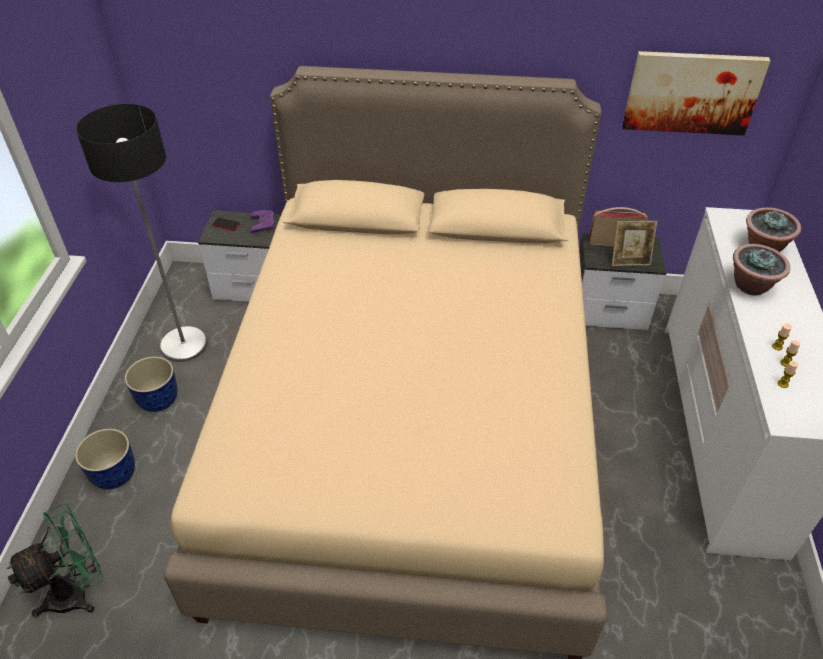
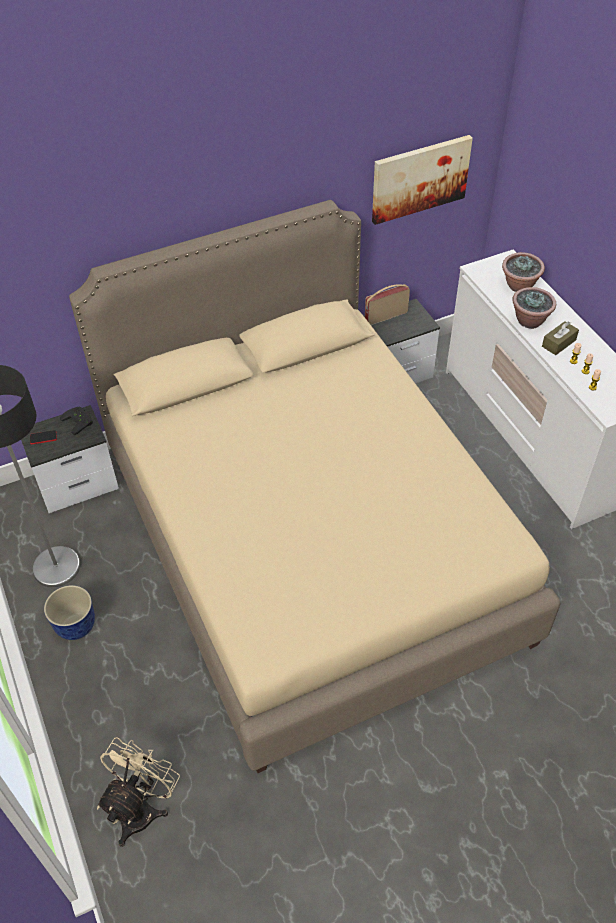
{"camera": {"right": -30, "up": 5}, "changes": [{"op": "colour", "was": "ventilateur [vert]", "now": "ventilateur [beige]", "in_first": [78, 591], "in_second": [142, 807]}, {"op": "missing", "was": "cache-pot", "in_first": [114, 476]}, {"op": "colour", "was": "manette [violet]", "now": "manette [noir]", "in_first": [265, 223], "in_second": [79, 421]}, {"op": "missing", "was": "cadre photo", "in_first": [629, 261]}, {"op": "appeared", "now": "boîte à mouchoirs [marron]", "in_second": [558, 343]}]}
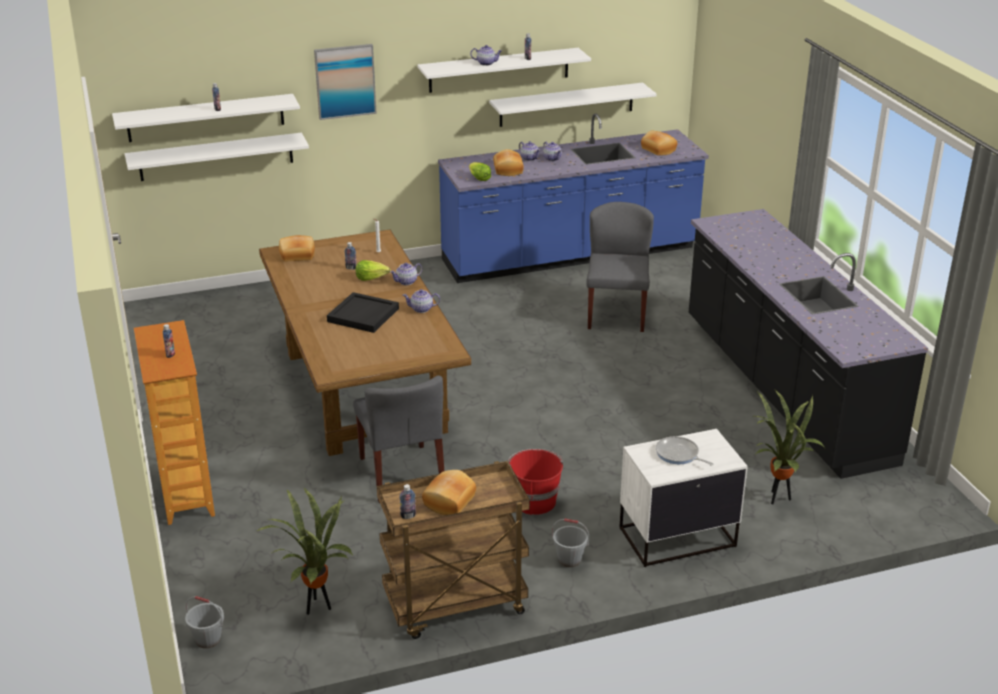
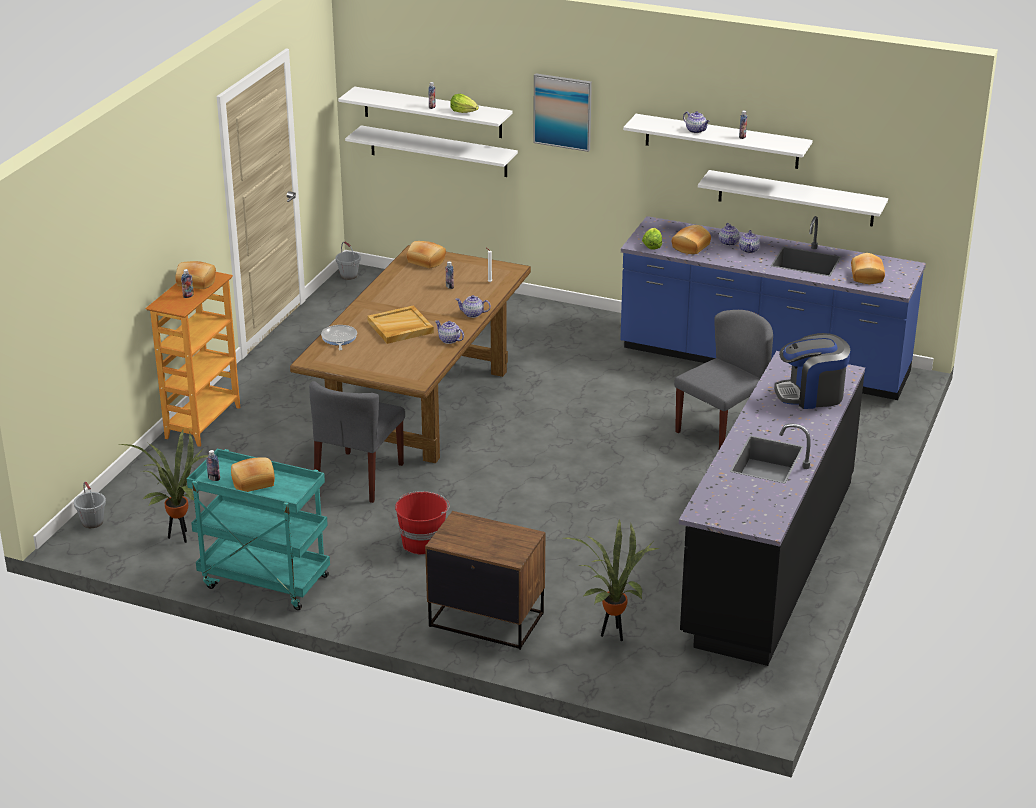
{"camera": {"right": 40, "up": 0}, "changes": [{"op": "colour", "was": "plateau [noir]", "now": "plateau [beige]", "in_first": [363, 315], "in_second": [400, 327]}, {"op": "relocated", "was": "laitue", "in_first": [371, 278], "in_second": [464, 112]}, {"op": "colour", "was": "chariot [marron]", "now": "chariot [turquoise]", "in_first": [454, 606], "in_second": [263, 582]}, {"op": "relocated", "was": "seau [gris]", "in_first": [569, 559], "in_second": [348, 275]}, {"op": "colour", "was": "table de chevet [blanc]", "now": "table de chevet [marron]", "in_first": [676, 537], "in_second": [486, 619]}, {"op": "relocated", "was": "poêle", "in_first": [679, 454], "in_second": [339, 339]}, {"op": "appeared", "now": "pain", "in_second": [196, 283]}, {"op": "appeared", "now": "machine à café", "in_second": [811, 395]}]}
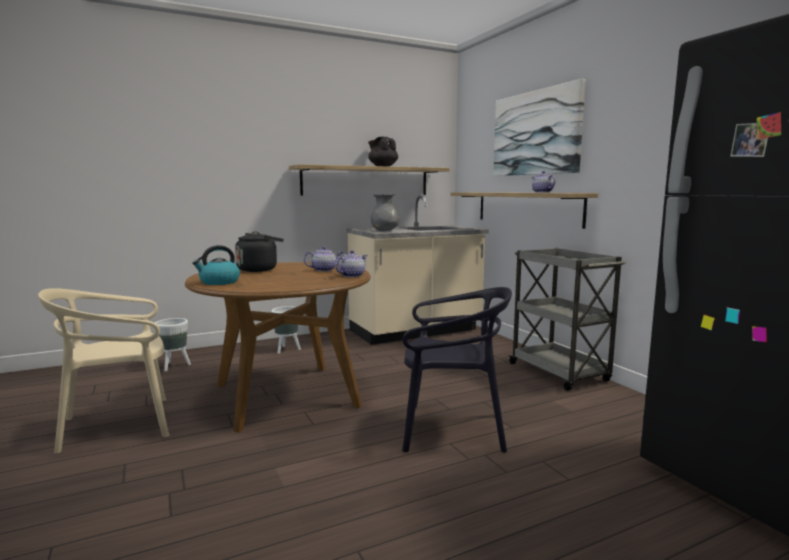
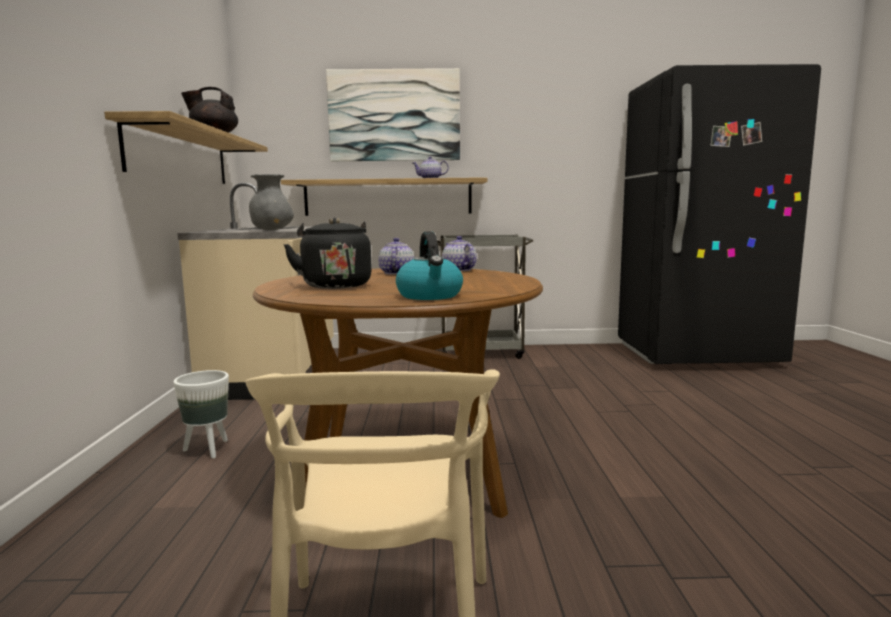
{"camera": {"right": -65, "up": 0}, "changes": [{"op": "missing", "was": "cache-pot [blanc]", "in_first": [174, 366]}, {"op": "missing", "was": "chaise [noir]", "in_first": [452, 430]}]}
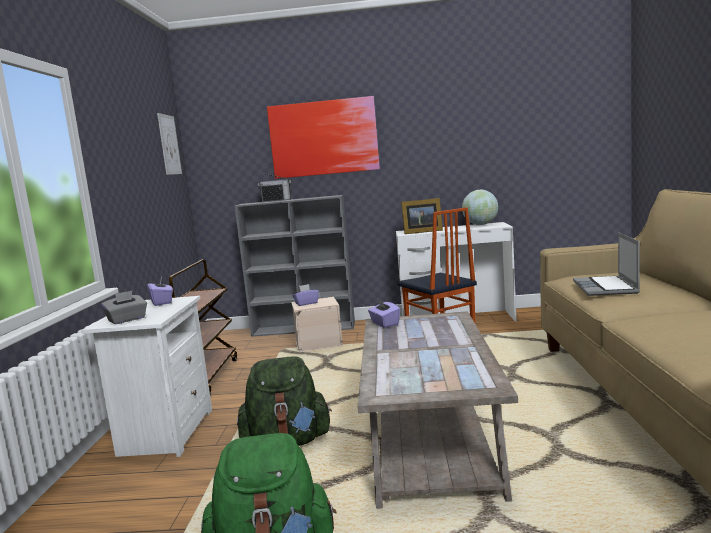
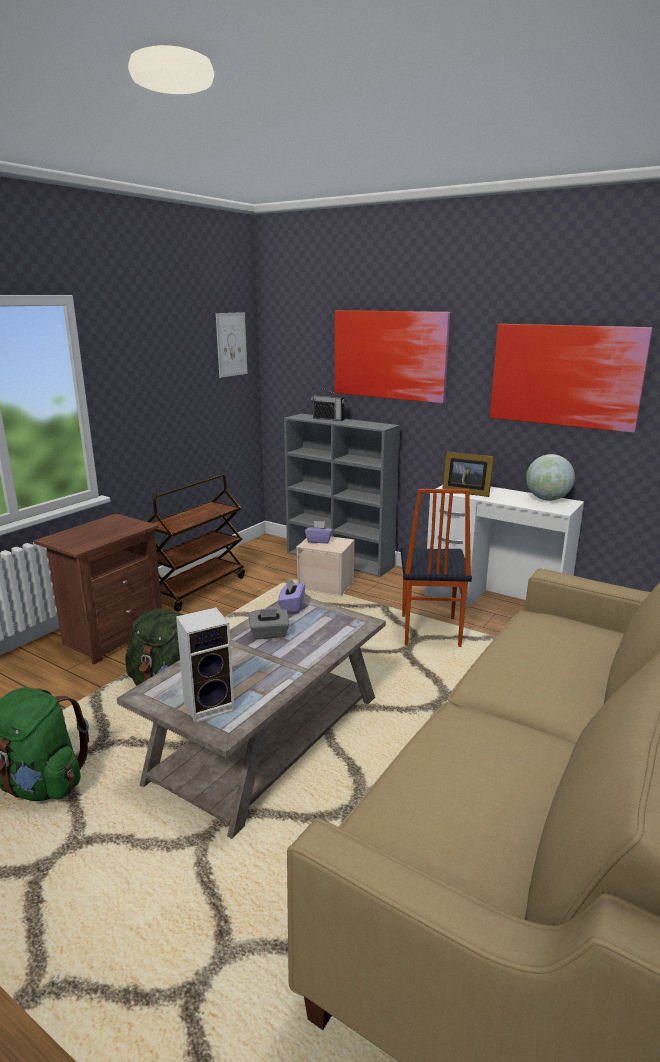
{"camera": {"right": 30, "up": 10}, "changes": [{"op": "colour", "was": "table de chevet [blanc]", "now": "table de chevet [marron]", "in_first": [165, 432], "in_second": [112, 636]}, {"op": "relocated", "was": "boîte à mouchoirs [gris]", "in_first": [127, 319], "in_second": [269, 634]}, {"op": "missing", "was": "boîte à mouchoirs [violet]", "in_first": [162, 302]}, {"op": "missing", "was": "ordinateur portable", "in_first": [606, 288]}, {"op": "appeared", "now": "enceinte", "in_second": [210, 705]}, {"op": "appeared", "now": "tableau", "in_second": [565, 375]}]}
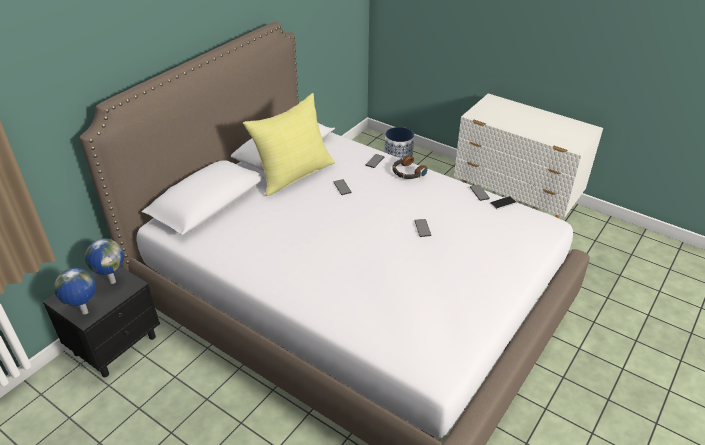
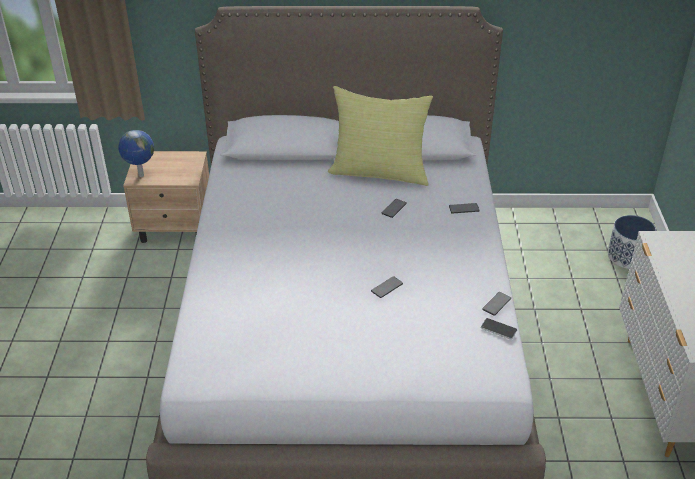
{"camera": {"right": 55, "up": 0}, "changes": [{"op": "colour", "was": "table de chevet [noir]", "now": "table de chevet [beige]", "in_first": [116, 344], "in_second": [176, 228]}, {"op": "missing", "was": "globe", "in_first": [112, 281]}, {"op": "missing", "was": "casque audio", "in_first": [408, 172]}]}
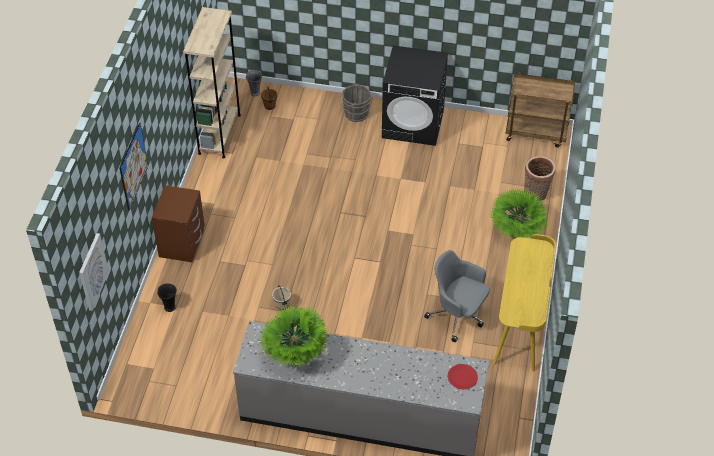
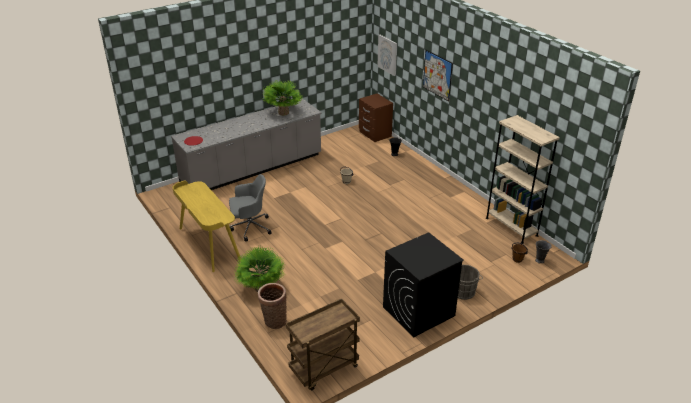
{"camera": {"right": 135, "up": -15}, "changes": [{"op": "relocated", "was": "table de chevet [marron]", "in_first": [182, 243], "in_second": [374, 134]}]}
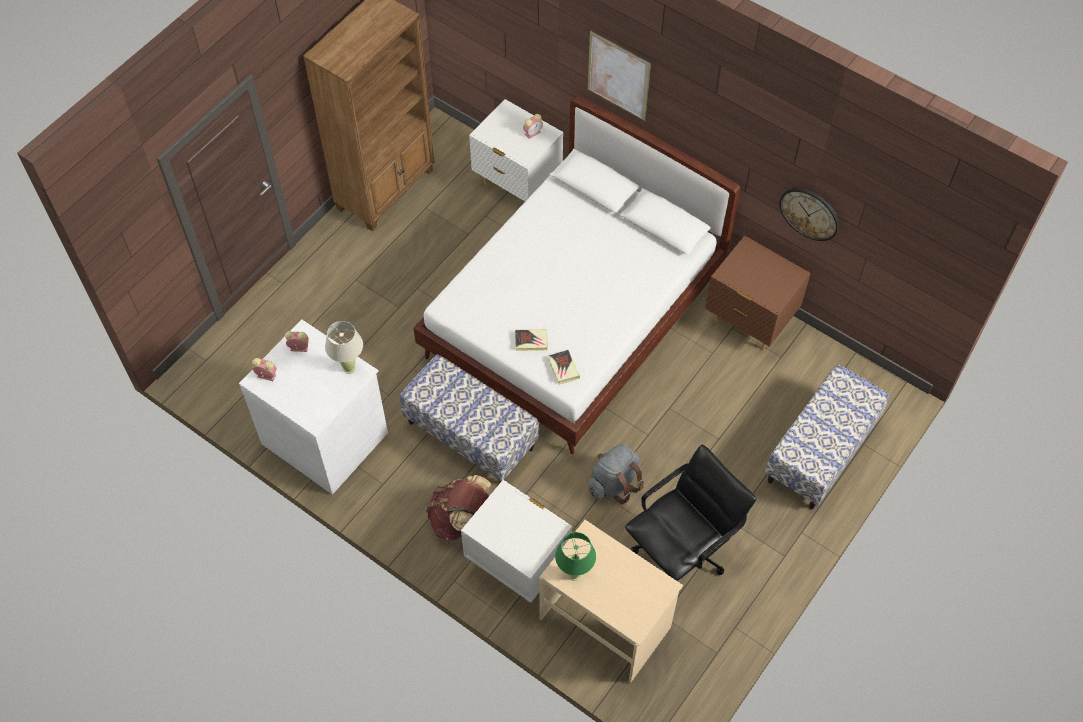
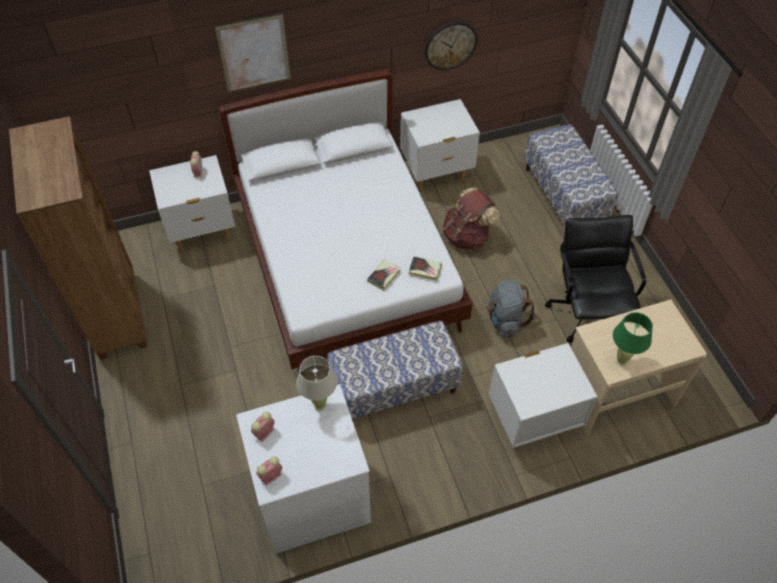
{"camera": {"right": -55, "up": -5}, "changes": [{"op": "relocated", "was": "sac à dos [marron]", "in_first": [460, 519], "in_second": [467, 236]}, {"op": "colour", "was": "table de chevet [marron]", "now": "table de chevet [blanc]", "in_first": [749, 322], "in_second": [436, 173]}]}
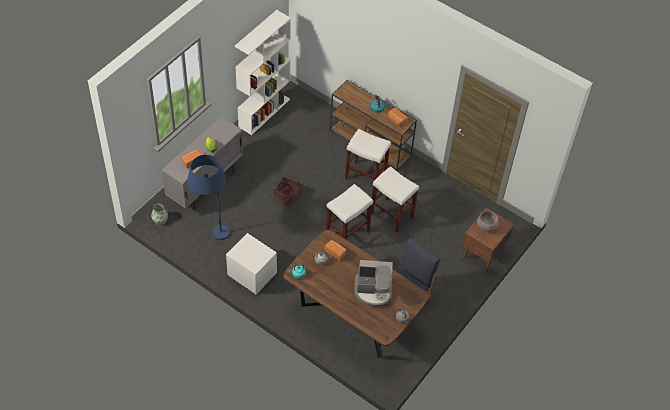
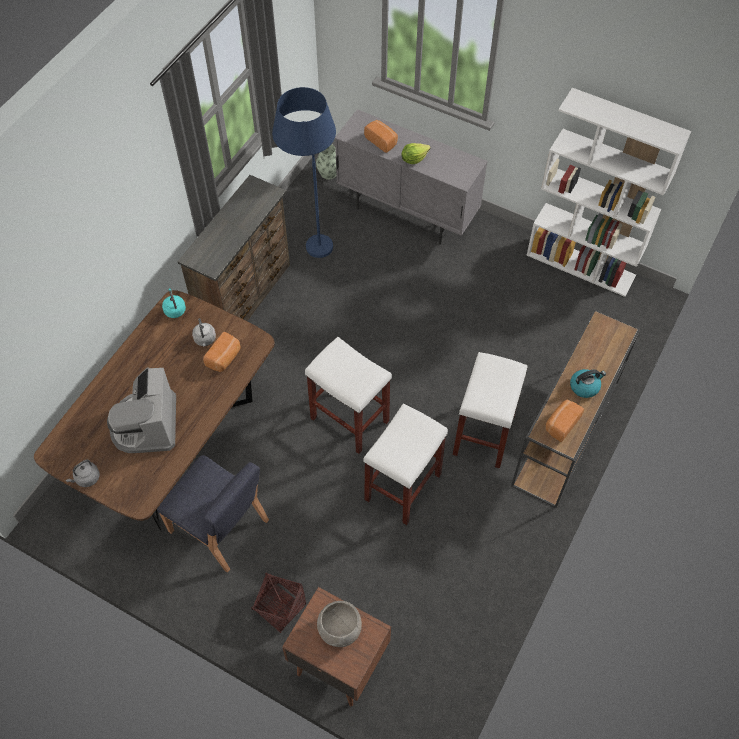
{"camera": {"right": 85, "up": 5}, "changes": [{"op": "exchanged", "was": "table de chevet [blanc]", "now": "commode [marron]", "in_first": [251, 274], "in_second": [247, 297]}, {"op": "relocated", "was": "panier", "in_first": [287, 196], "in_second": [279, 606]}]}
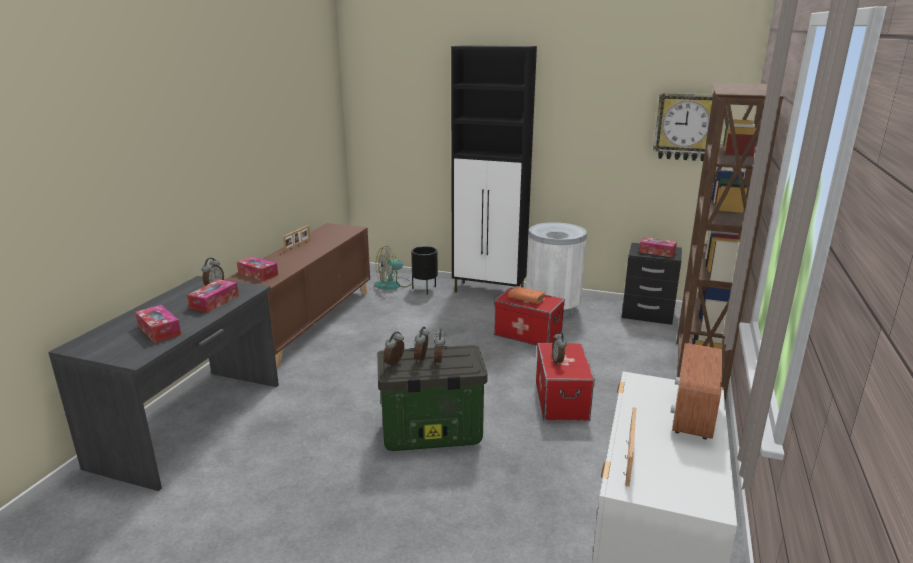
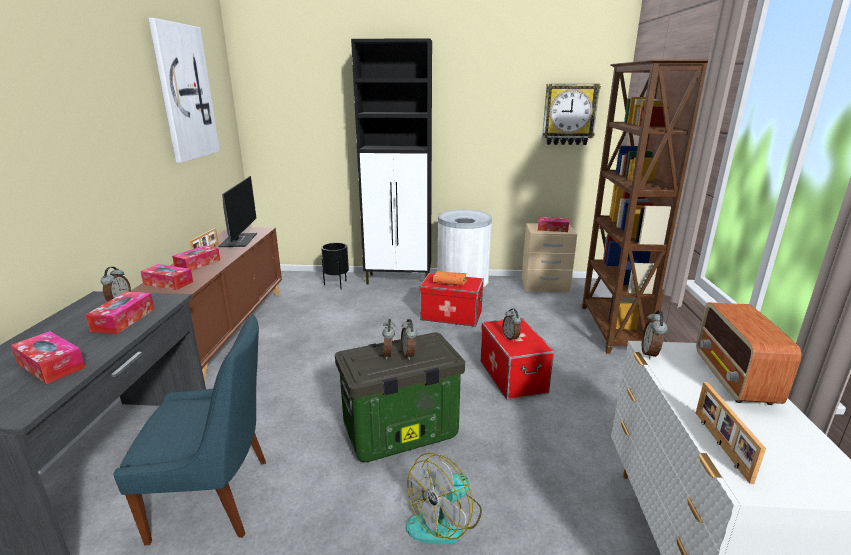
{"camera": {"right": -15, "up": 0}, "changes": [{"op": "relocated", "was": "ventilateur", "in_first": [393, 285], "in_second": [445, 520]}, {"op": "relocated", "was": "réveil", "in_first": [395, 364], "in_second": [650, 354]}, {"op": "colour", "was": "table de chevet [noir]", "now": "table de chevet [beige]", "in_first": [647, 314], "in_second": [544, 285]}, {"op": "appeared", "now": "chaise [bleu]", "in_second": [217, 498]}, {"op": "appeared", "now": "tableau", "in_second": [185, 93]}, {"op": "appeared", "now": "boîte à mouchoirs", "in_second": [198, 264]}, {"op": "appeared", "now": "écran d'ordinateur", "in_second": [238, 240]}]}
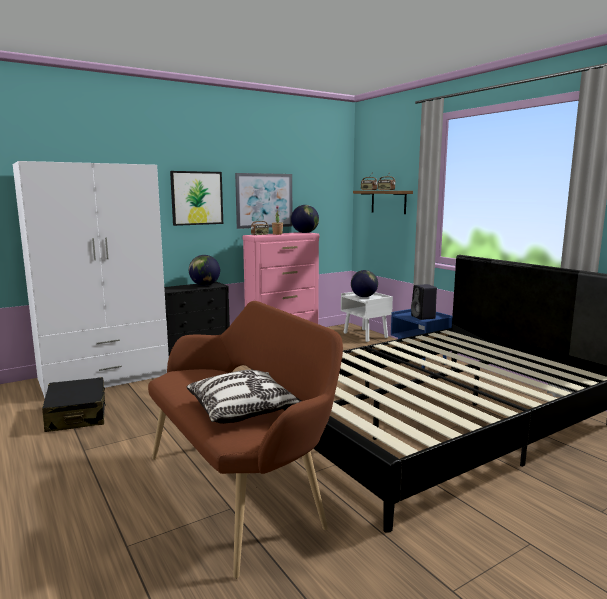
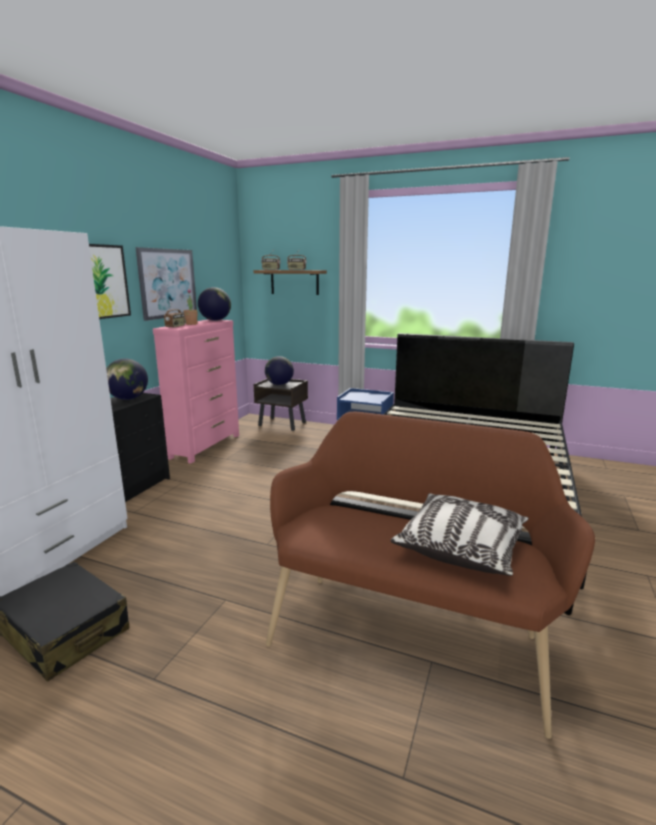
{"camera": {"right": -35, "up": 5}, "changes": [{"op": "colour", "was": "table de chevet [blanc]", "now": "table de chevet [marron]", "in_first": [366, 335], "in_second": [282, 424]}, {"op": "missing", "was": "enceinte [noir]", "in_first": [423, 317]}]}
